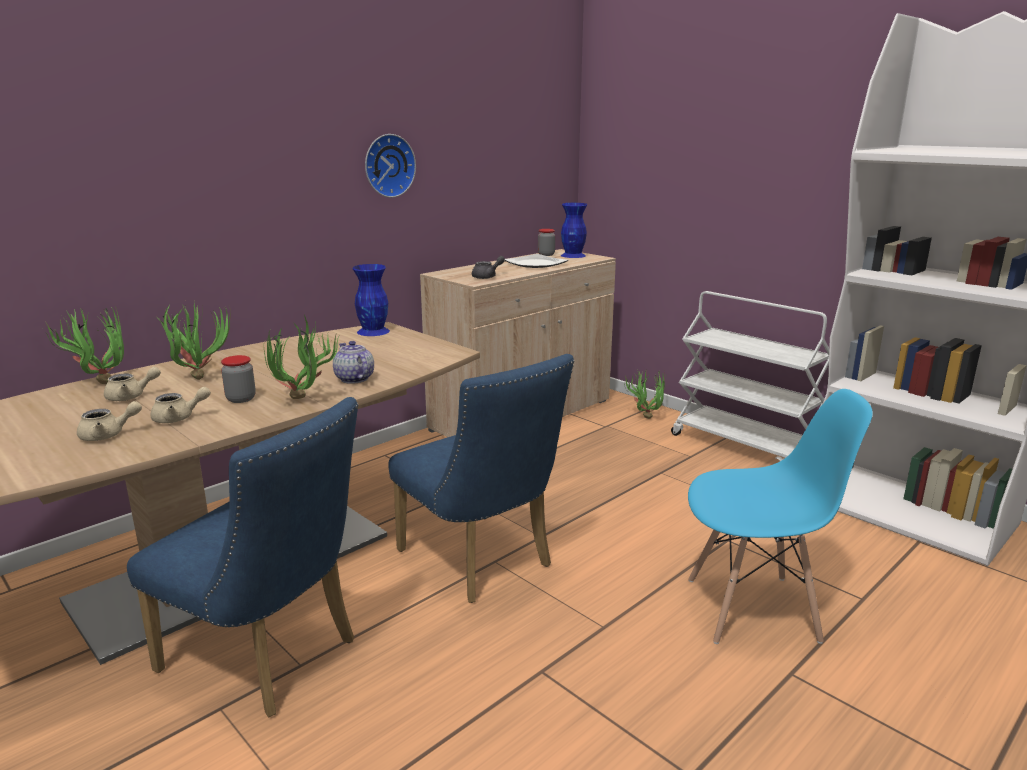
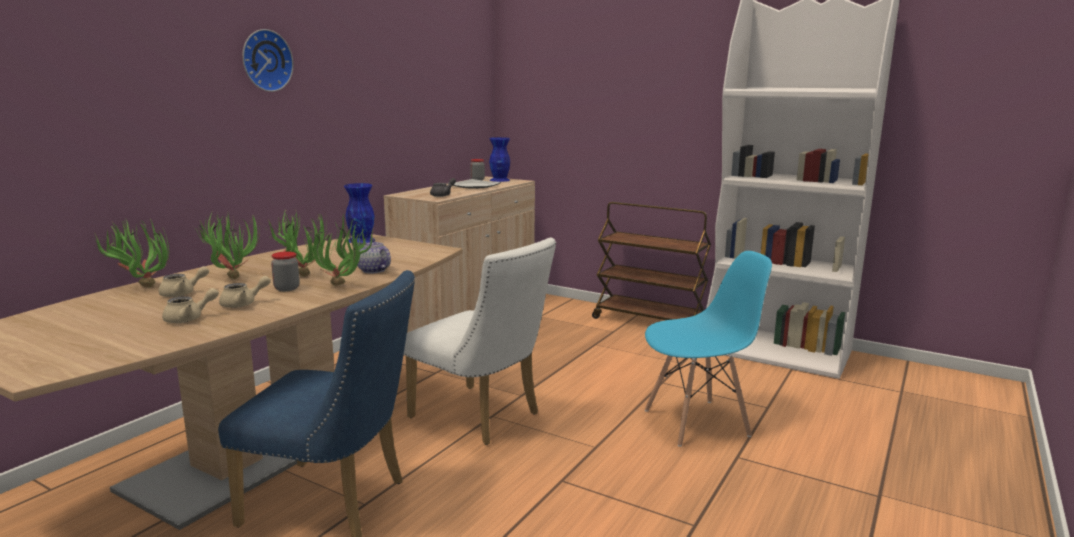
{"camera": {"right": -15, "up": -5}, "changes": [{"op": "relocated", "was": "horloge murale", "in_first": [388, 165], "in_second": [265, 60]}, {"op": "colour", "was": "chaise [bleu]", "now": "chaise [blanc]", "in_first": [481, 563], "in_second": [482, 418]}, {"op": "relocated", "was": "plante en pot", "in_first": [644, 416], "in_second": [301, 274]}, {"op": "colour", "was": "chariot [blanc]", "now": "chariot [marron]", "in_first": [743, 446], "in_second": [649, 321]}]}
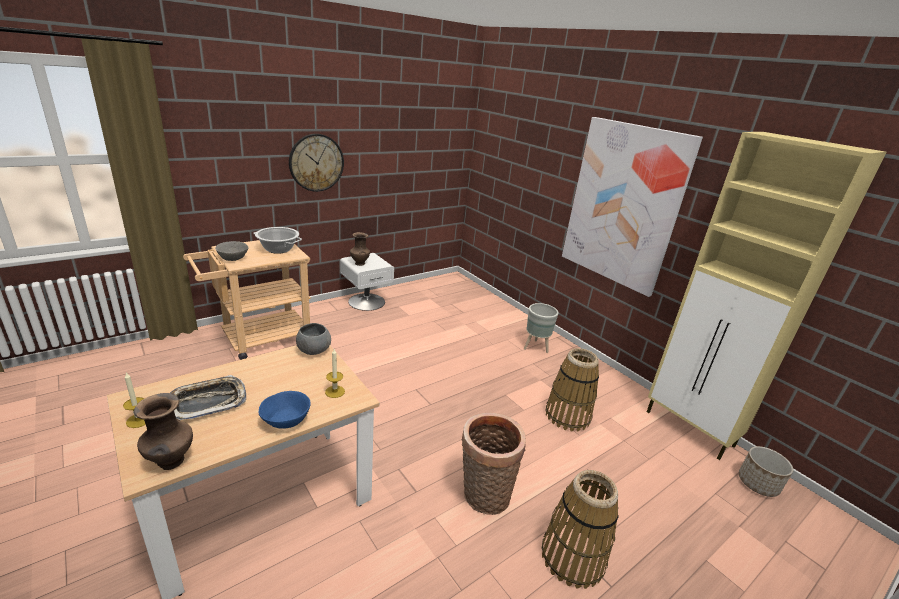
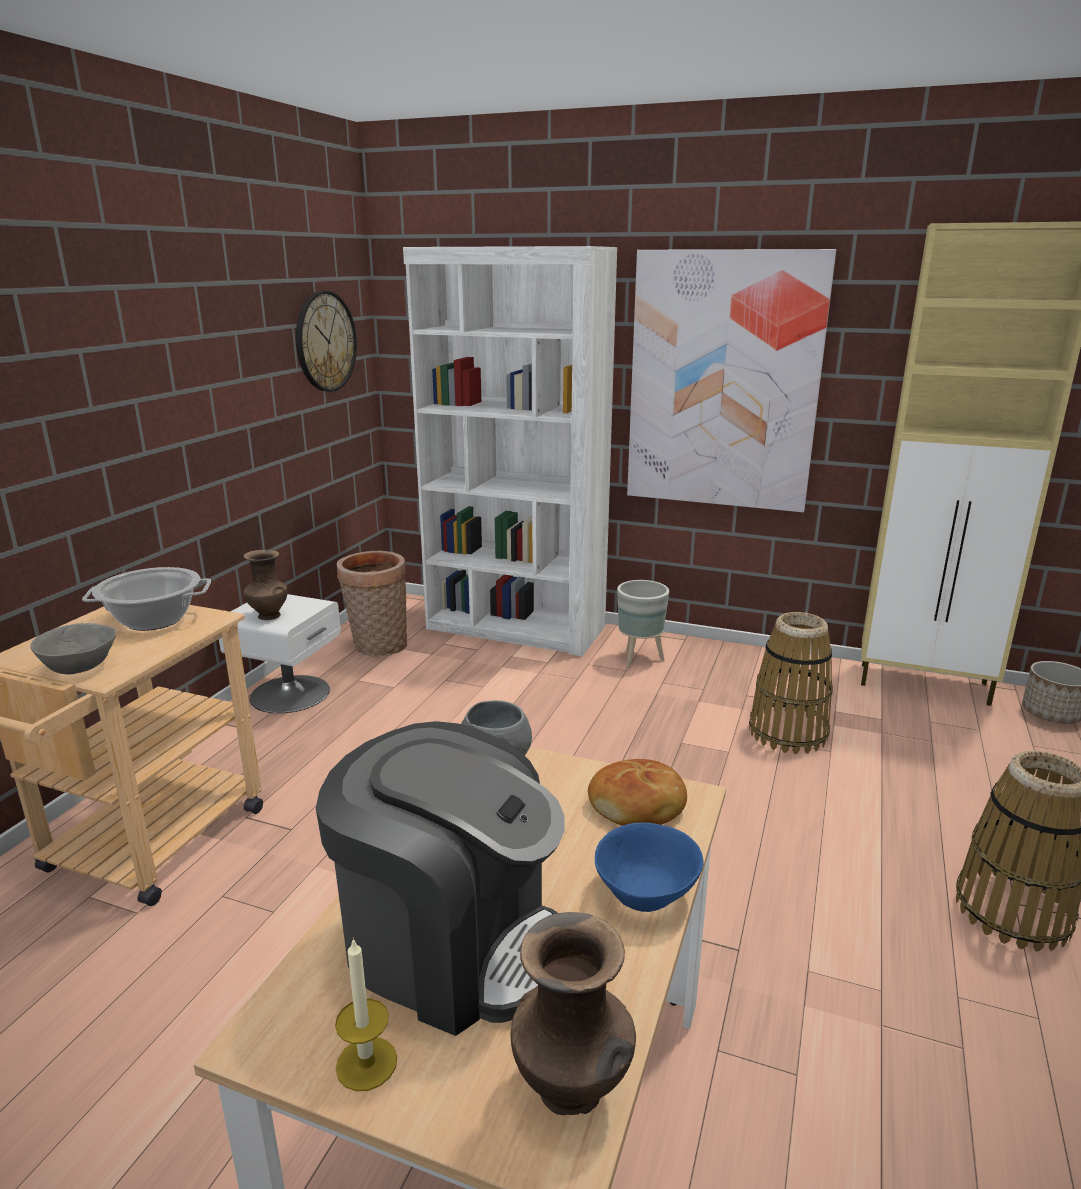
{"camera": {"right": -30, "up": -5}, "changes": [{"op": "exchanged", "was": "plateau", "now": "machine à café", "in_first": [208, 402], "in_second": [452, 943]}, {"op": "relocated", "was": "horloge murale", "in_first": [316, 162], "in_second": [325, 341]}, {"op": "exchanged", "was": "bougie", "now": "pain", "in_first": [335, 391], "in_second": [638, 806]}, {"op": "relocated", "was": "panier", "in_first": [483, 496], "in_second": [378, 647]}, {"op": "appeared", "now": "bibliothèque [blanc]", "in_second": [516, 628]}]}
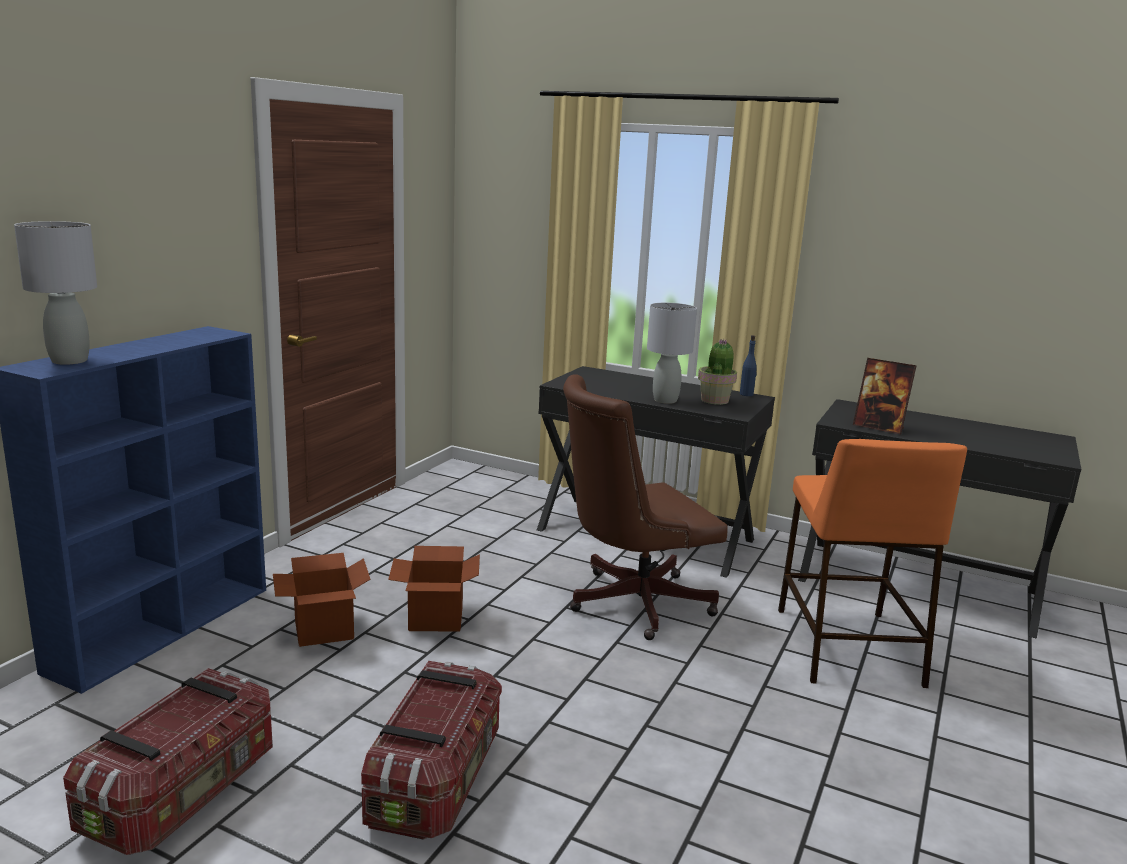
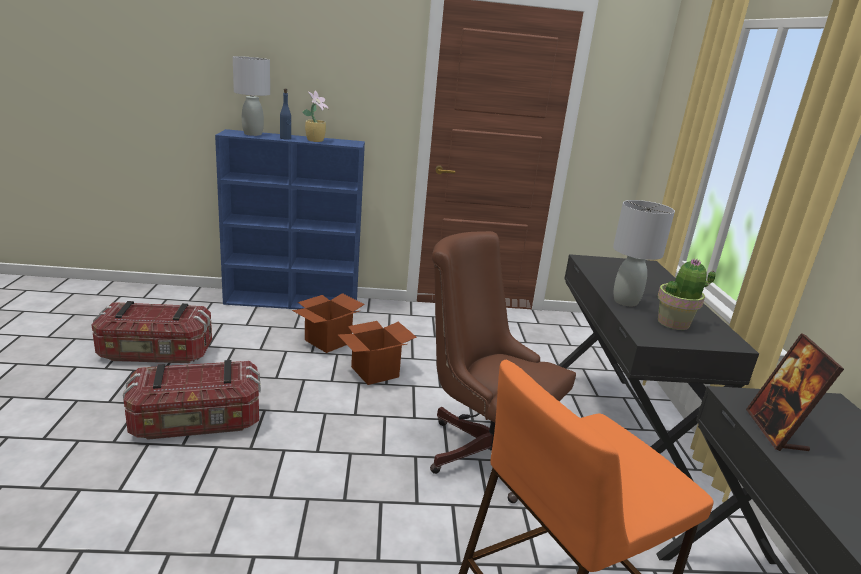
{"camera": {"right": 60, "up": 5}, "changes": [{"op": "relocated", "was": "bouteille [bleu]", "in_first": [746, 394], "in_second": [285, 138]}, {"op": "appeared", "now": "plante en pot", "in_second": [316, 140]}]}
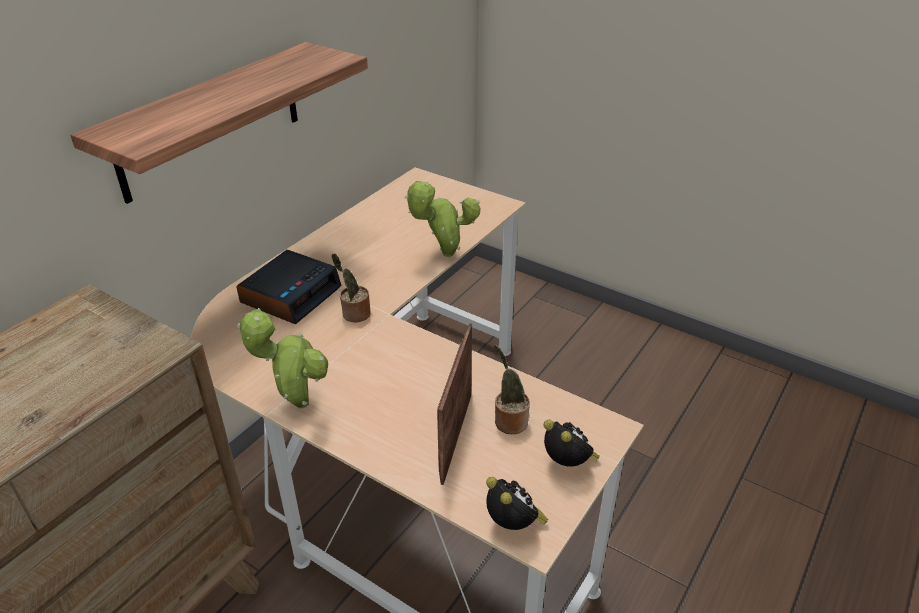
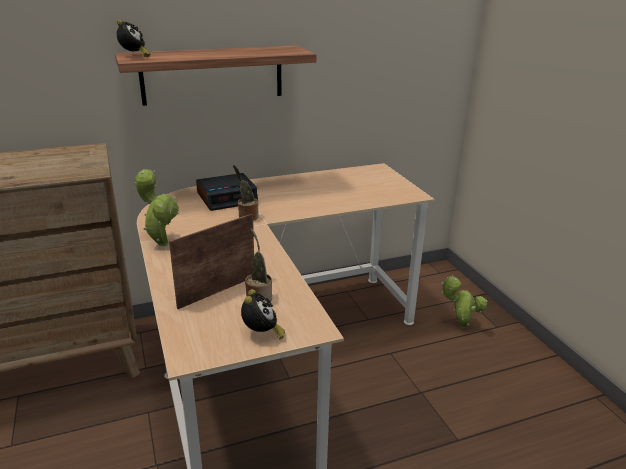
{"camera": {"right": 35, "up": -10}, "changes": [{"op": "relocated", "was": "plante en pot", "in_first": [444, 255], "in_second": [459, 325]}, {"op": "relocated", "was": "réveil", "in_first": [513, 525], "in_second": [134, 56]}]}
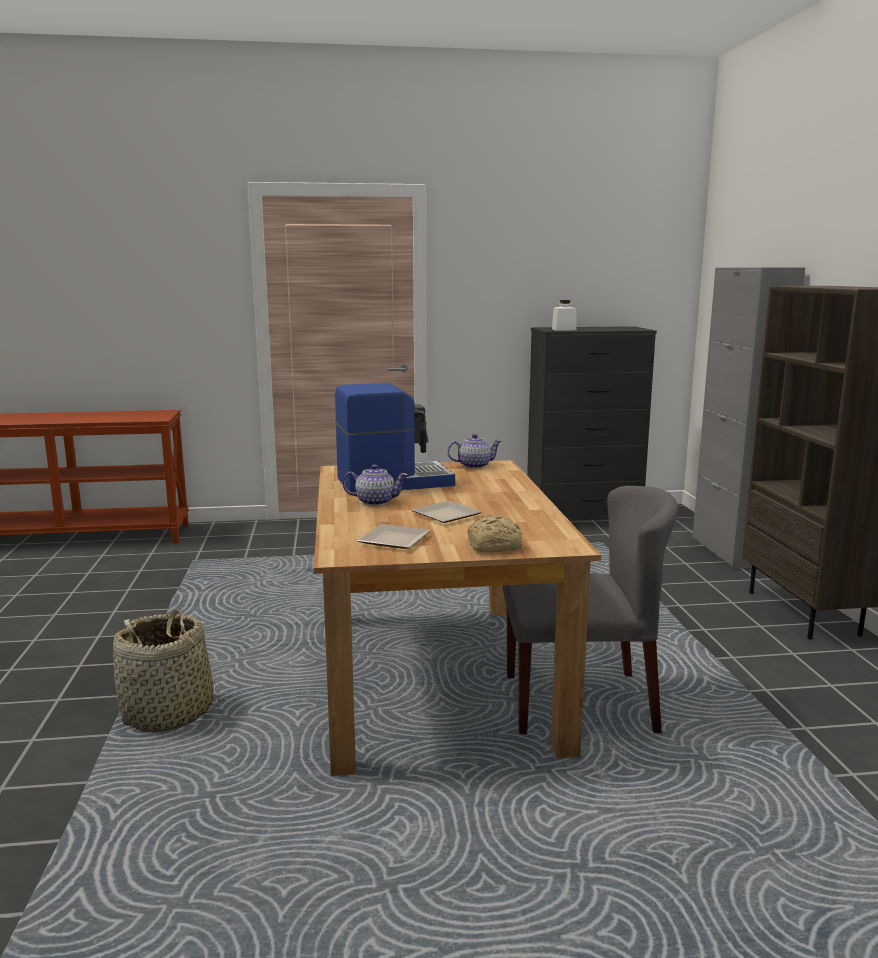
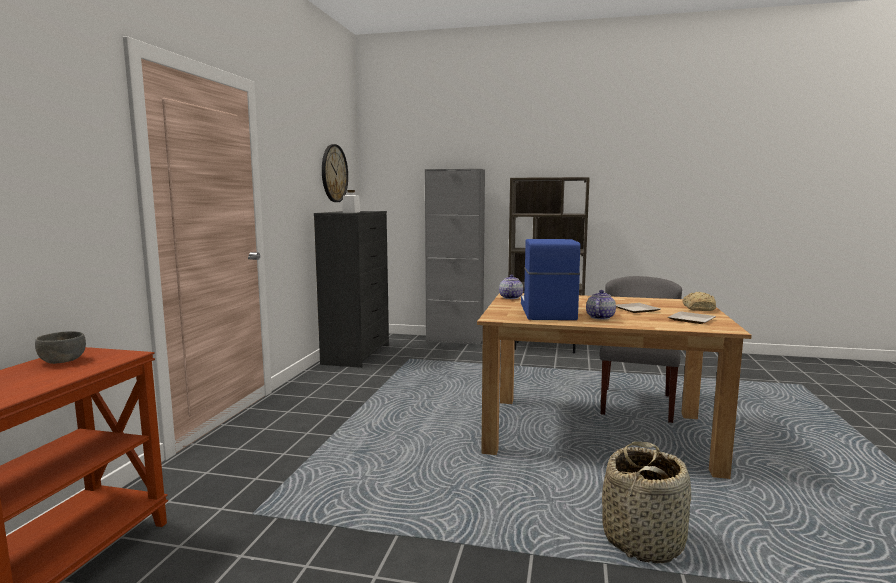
{"camera": {"right": -70, "up": -5}, "changes": [{"op": "appeared", "now": "bol [gris]", "in_second": [63, 360]}, {"op": "appeared", "now": "horloge murale", "in_second": [334, 173]}]}
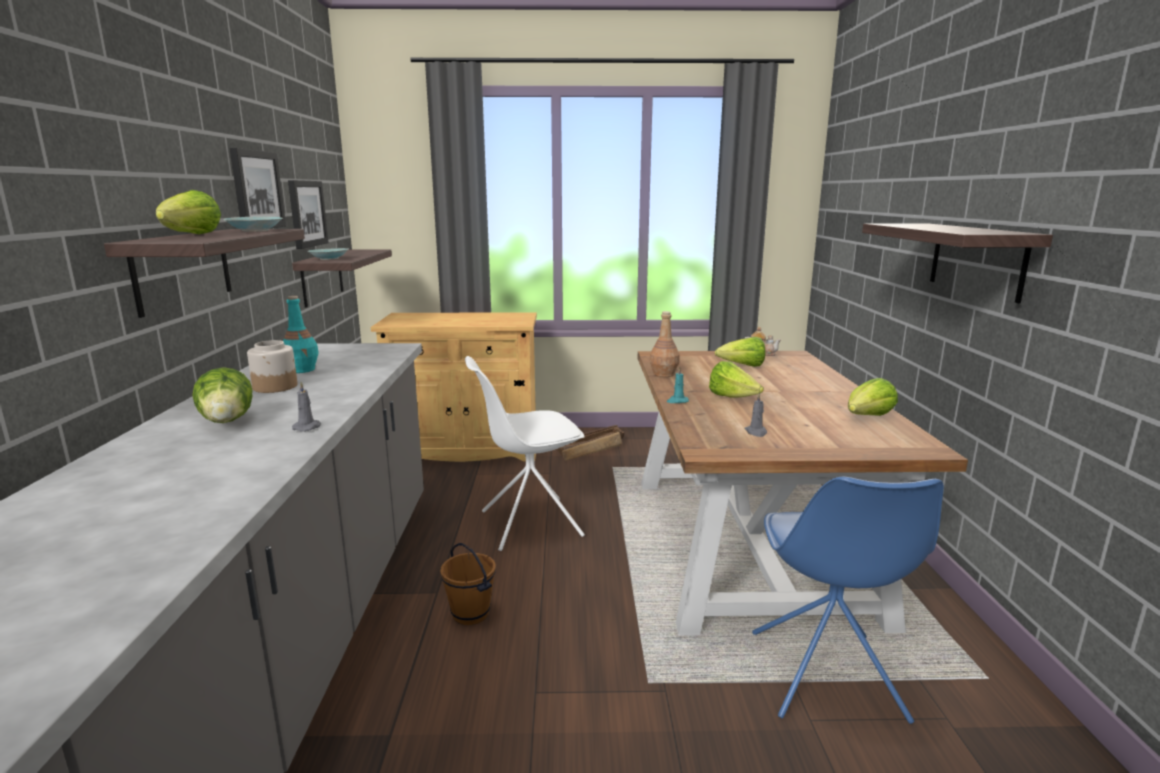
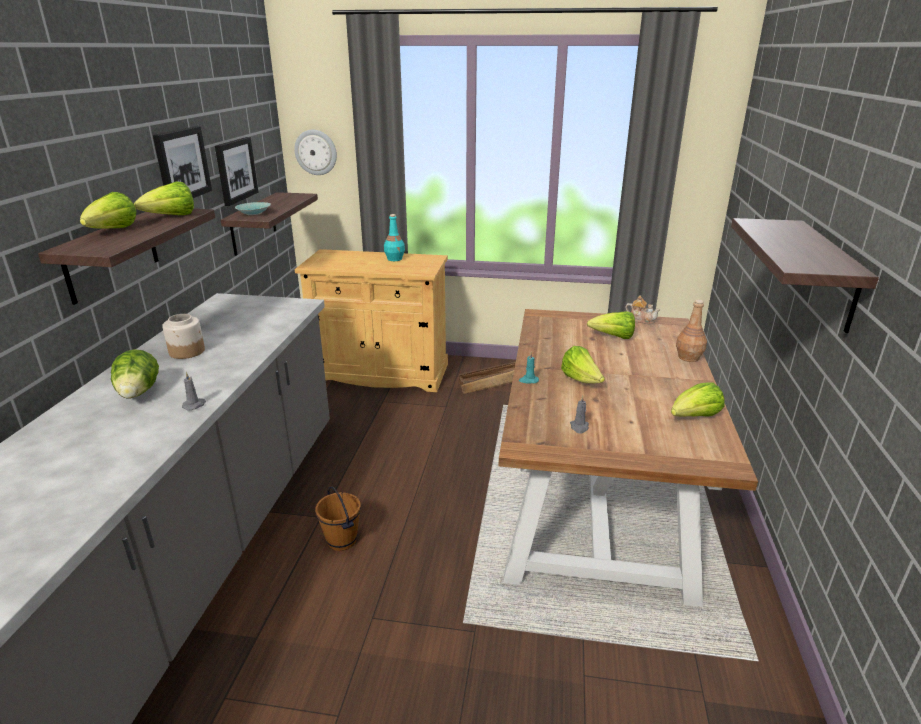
{"camera": {"right": 10, "up": 10}, "changes": [{"op": "exchanged", "was": "bol [turquoise]", "now": "laitue", "in_first": [257, 230], "in_second": [171, 217]}, {"op": "relocated", "was": "bouteille [turquoise]", "in_first": [302, 369], "in_second": [395, 259]}, {"op": "missing", "was": "chaise [blanc]", "in_first": [529, 524]}, {"op": "relocated", "was": "bouteille [marron]", "in_first": [664, 374], "in_second": [688, 357]}, {"op": "missing", "was": "chaise [bleu]", "in_first": [825, 677]}, {"op": "appeared", "now": "horloge murale", "in_second": [316, 152]}]}
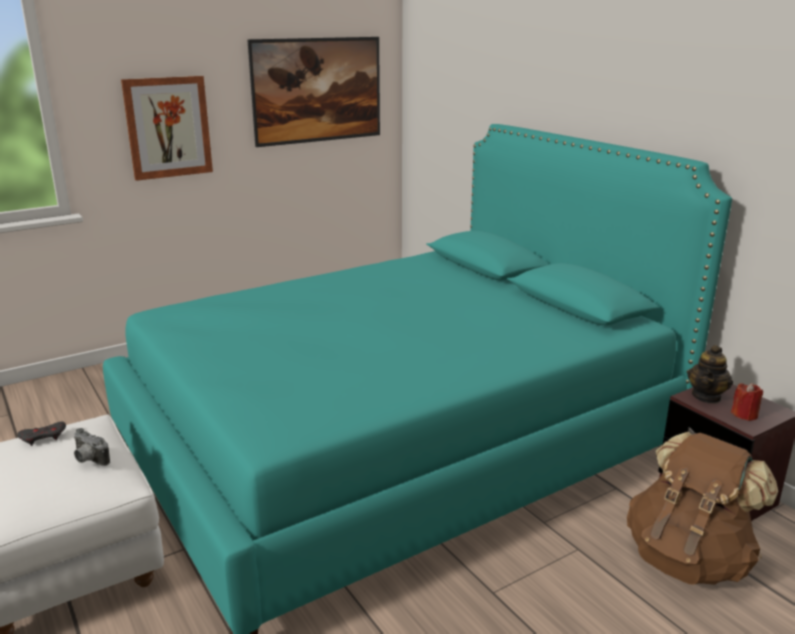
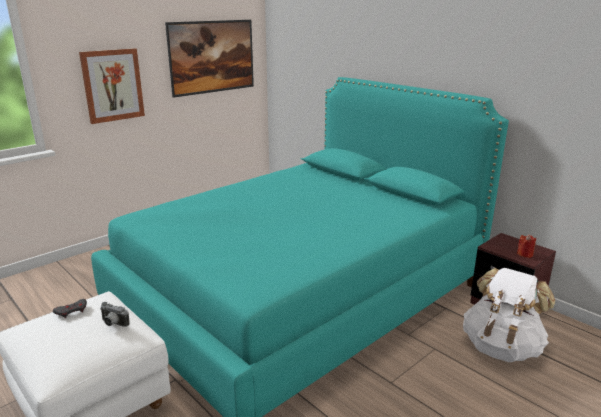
{"camera": {"right": -10, "up": 0}, "changes": [{"op": "colour", "was": "sac à dos [marron]", "now": "sac à dos [blanc]", "in_first": [688, 559], "in_second": [501, 347]}, {"op": "missing", "was": "théière", "in_first": [707, 396]}]}
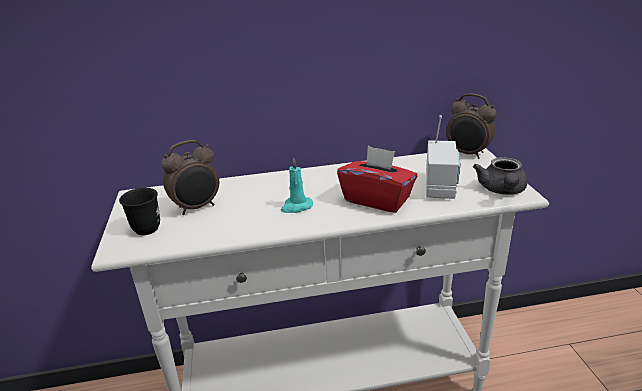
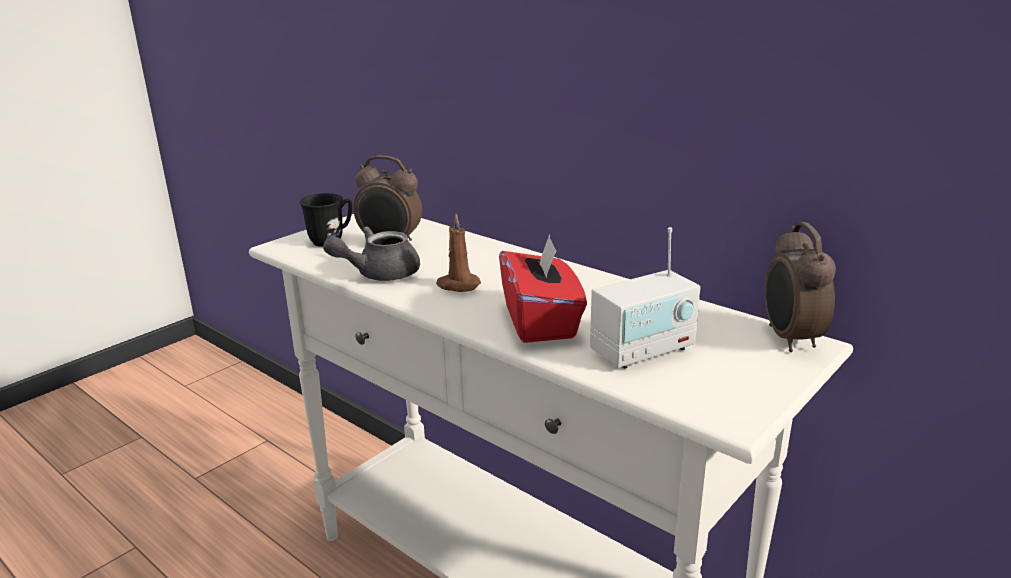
{"camera": {"right": 50, "up": -5}, "changes": [{"op": "colour", "was": "bougie [turquoise]", "now": "bougie [marron]", "in_first": [296, 206], "in_second": [457, 285]}, {"op": "relocated", "was": "théière [gris]", "in_first": [501, 190], "in_second": [379, 274]}]}
